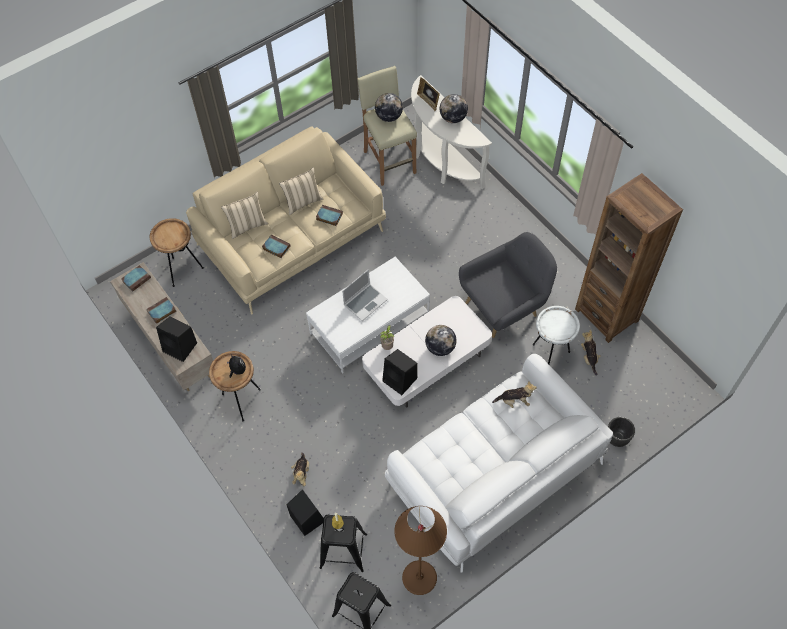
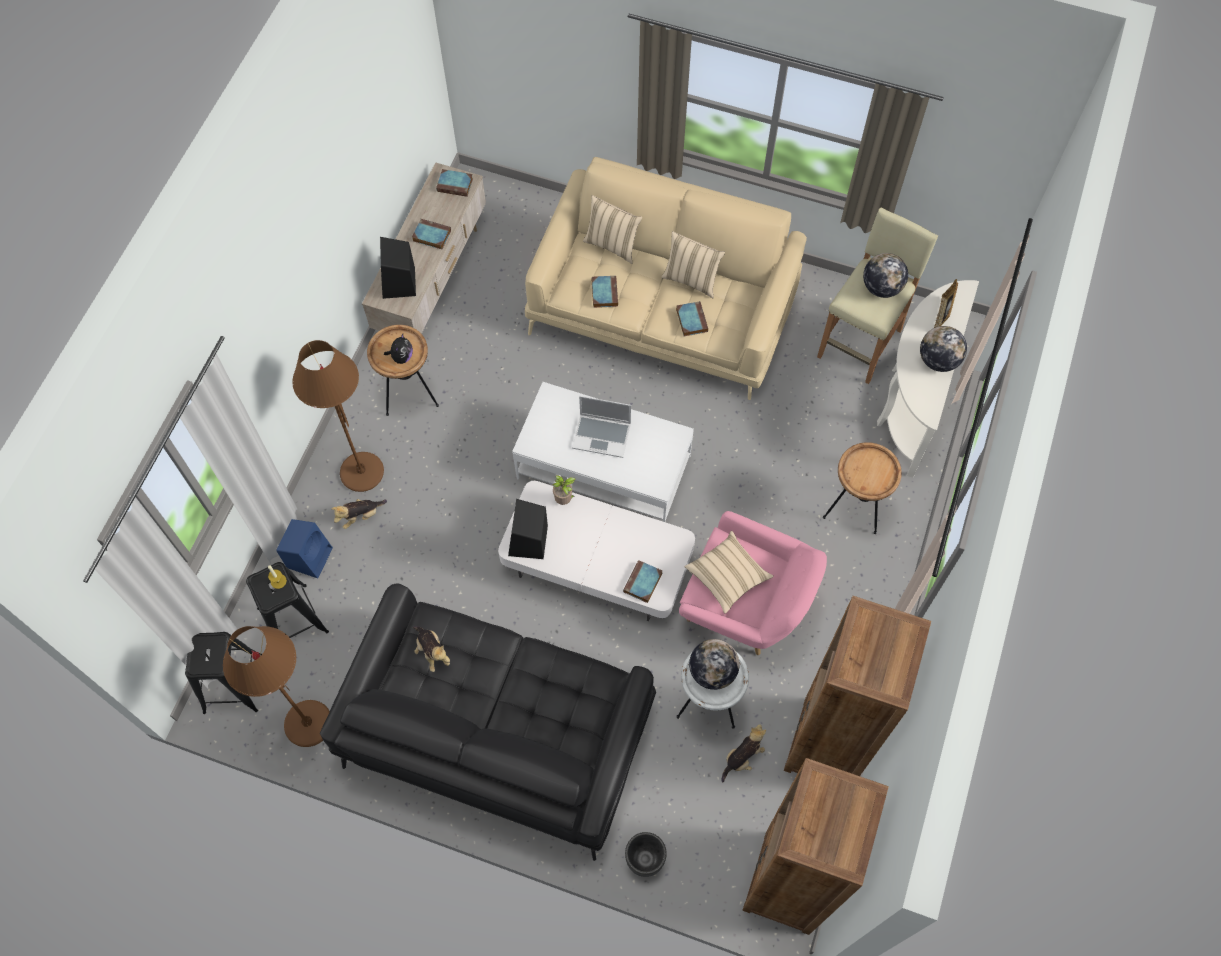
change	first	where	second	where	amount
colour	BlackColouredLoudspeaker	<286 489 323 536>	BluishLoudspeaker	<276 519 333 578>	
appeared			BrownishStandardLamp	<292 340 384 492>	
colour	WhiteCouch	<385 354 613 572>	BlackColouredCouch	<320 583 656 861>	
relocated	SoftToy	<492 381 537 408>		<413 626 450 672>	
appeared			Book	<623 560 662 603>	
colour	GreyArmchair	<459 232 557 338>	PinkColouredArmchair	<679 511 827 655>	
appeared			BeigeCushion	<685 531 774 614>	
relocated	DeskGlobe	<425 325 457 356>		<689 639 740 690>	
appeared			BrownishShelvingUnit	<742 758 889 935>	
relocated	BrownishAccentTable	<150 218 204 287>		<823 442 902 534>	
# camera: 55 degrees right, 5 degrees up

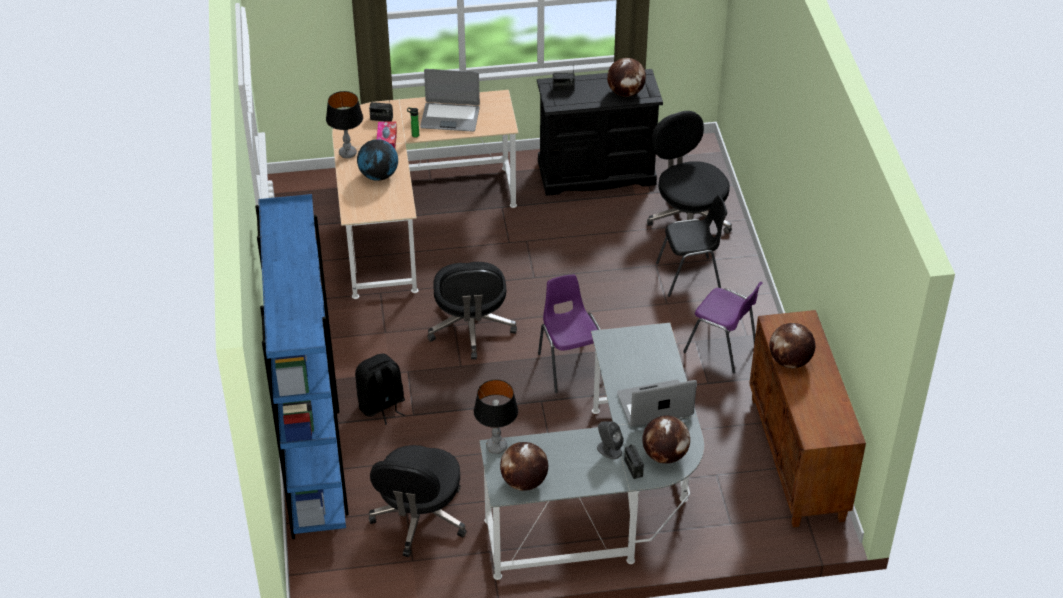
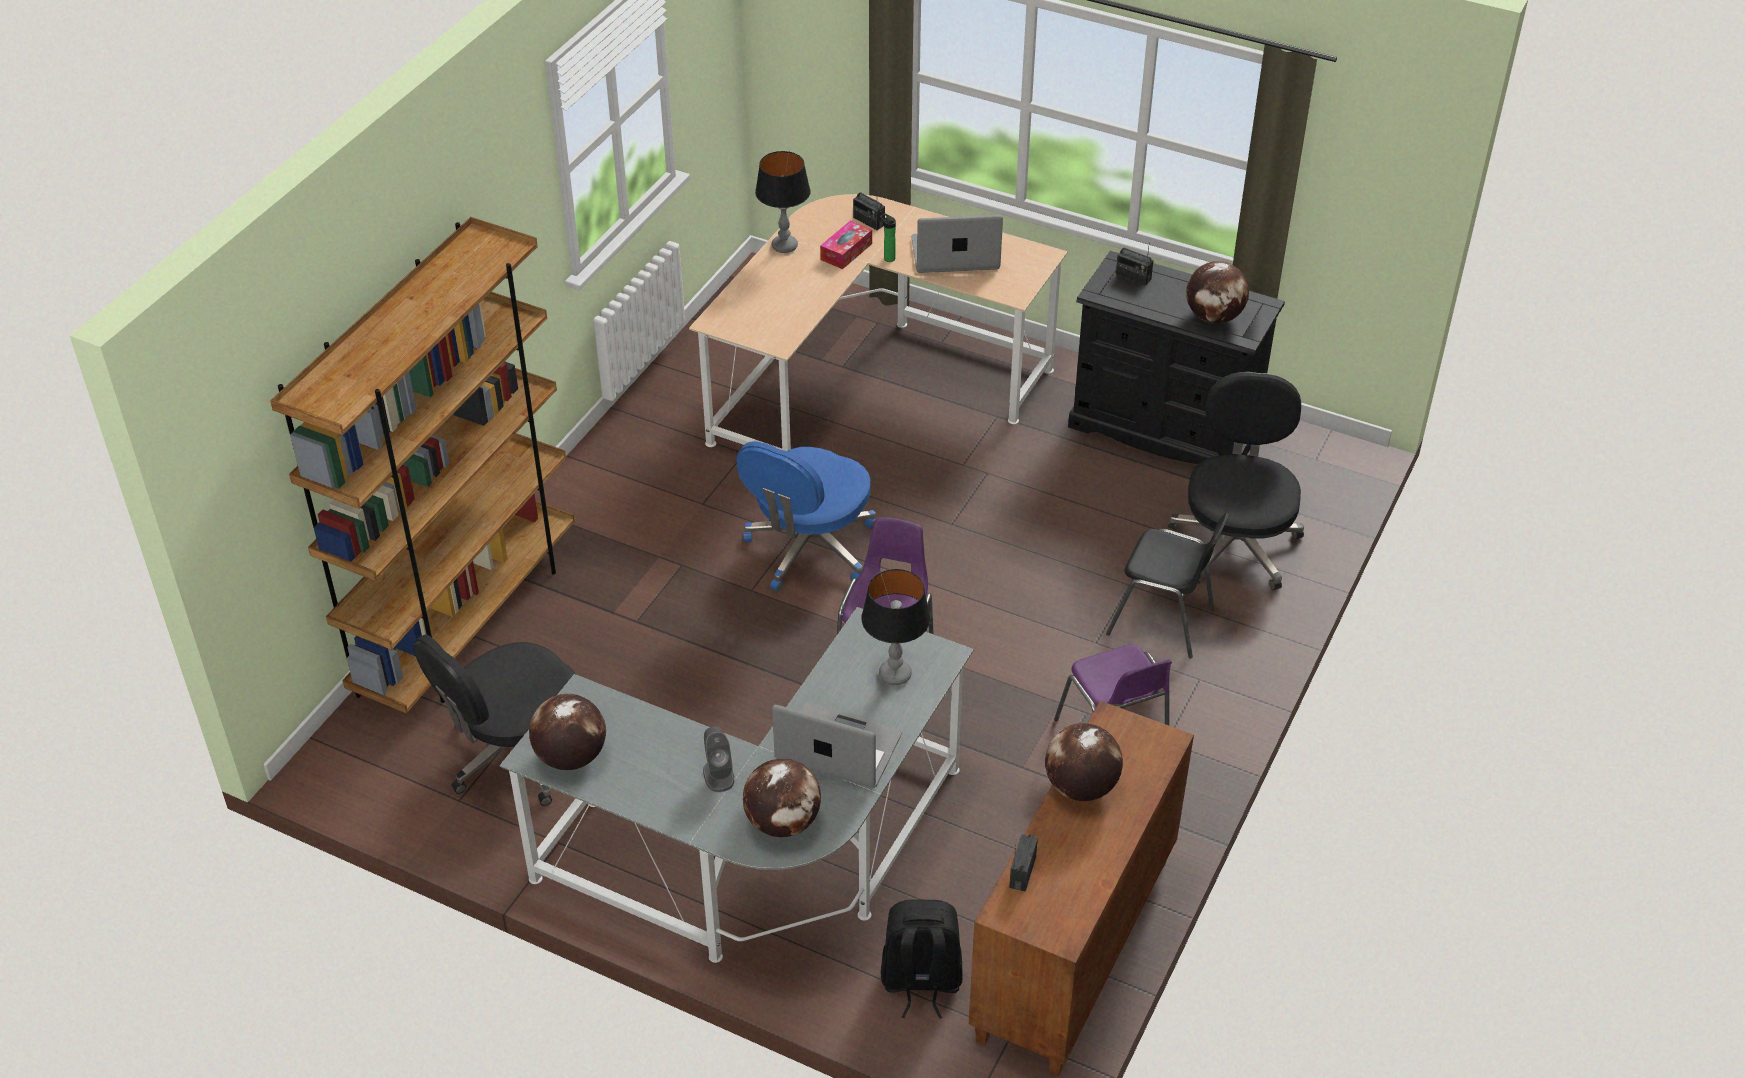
change	first	where	second	where	amount
colour	BluishShelvingUnit	<255 194 349 539>	BrownishShelvingUnit	<270 217 575 714>	
colour	BlackColouredOfficeChair	<427 262 517 359>	BluishOfficeChair	<737 441 876 592>	
relocated	TabletopLamp	<474 379 518 454>		<861 569 930 685>	
relocated	BlackColouredKnapsack	<355 354 405 425>		<881 900 963 1019>	
spun	PortableComputer	<420 69 480 132>		<912 215 1003 273>	135 degrees clockwise
relocated	Radio	<624 444 644 479>		<1009 834 1038 892>	
missing	DeskGlobe	<357 139 398 181>			
# camera: 35 degrees right, 0 degrees up

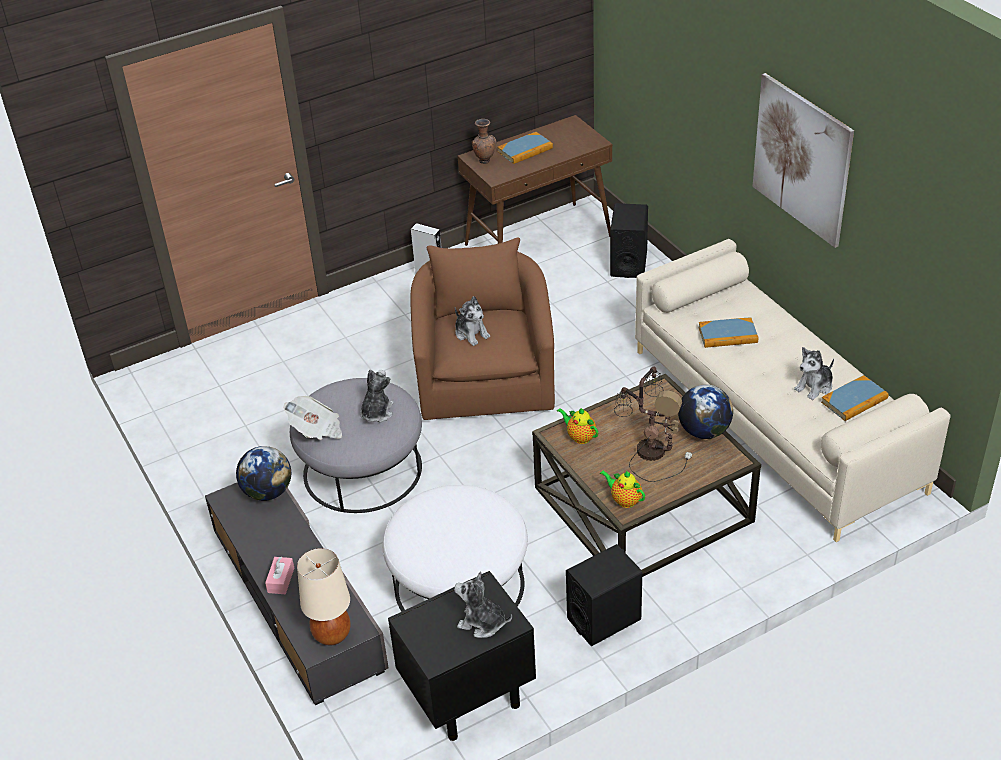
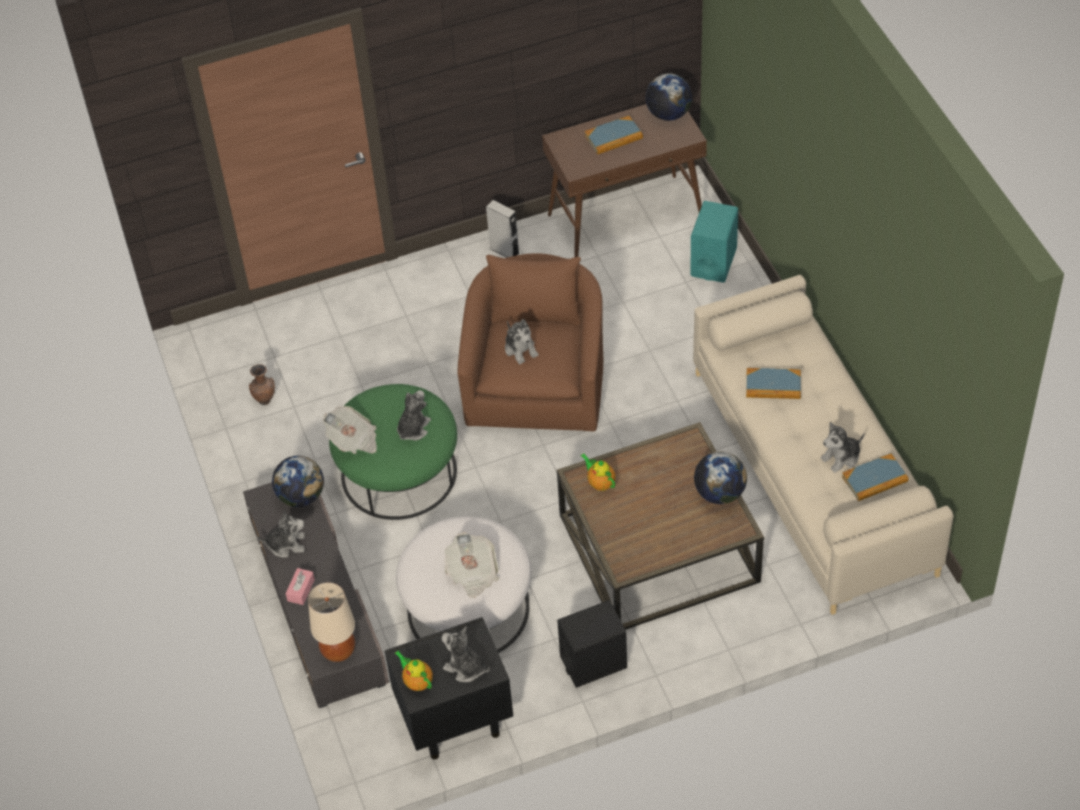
change	first	where	second	where	amount
relocated	BrownishDecorativeVase	<472 119 496 164>		<249 364 275 405>	
appeared			SoftToy	<257 511 305 558>	
colour	GreyFootrest	<290 378 422 513>	GreenFootrest	<329 384 457 520>	
relocated	PotForTea	<600 470 645 508>		<395 651 433 691>	
appeared			PrintedPaper	<444 532 499 598>	
appeared			DeskGlobe	<645 73 692 121>	
colour	BlackColouredLoudspeaker	<610 203 648 278>	TurquoiseLoudspeaker	<690 201 738 283>	
missing	TabletopLamp	<614 367 692 482>			
missing	WallArt	<752 73 854 248>			
# camera: 10 degrees right, 10 degrees up

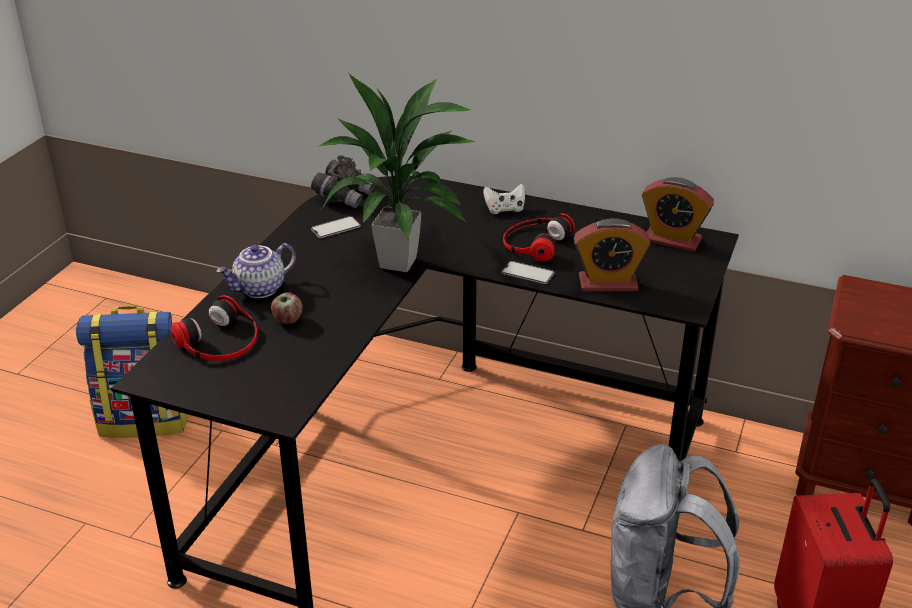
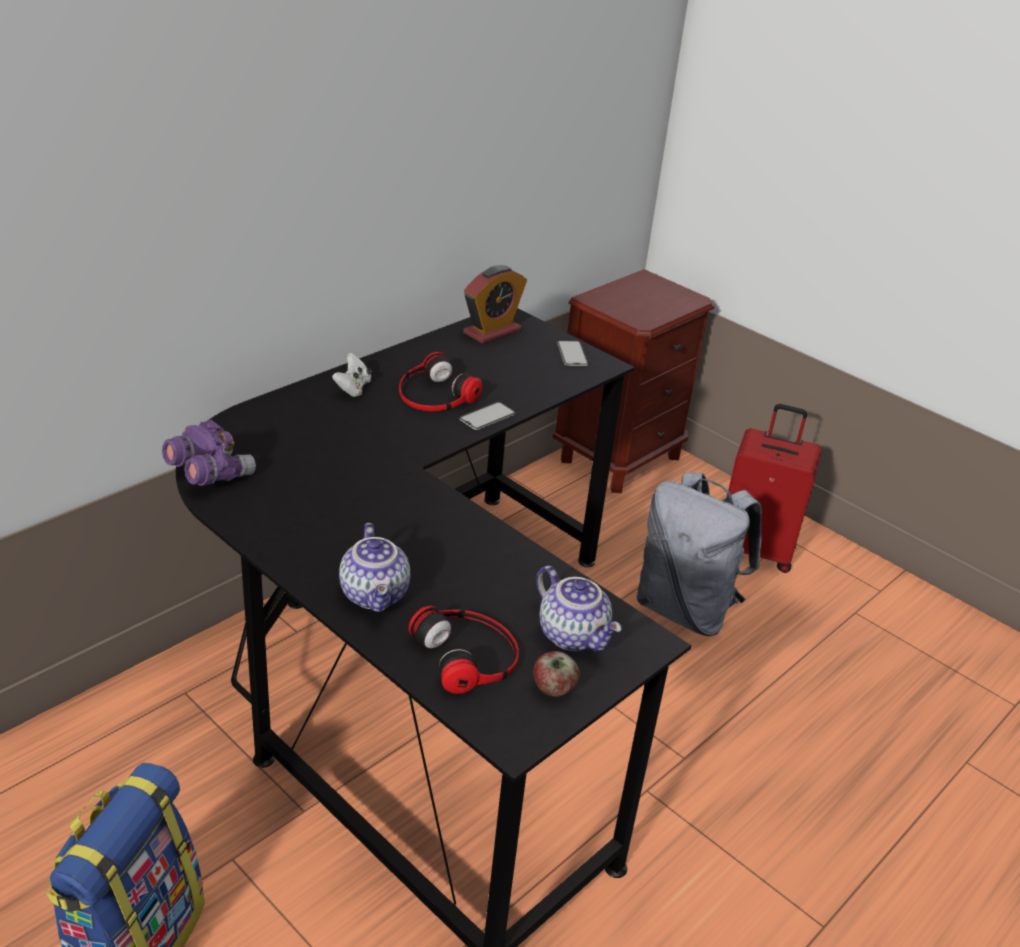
change	first	where	second	where	amount
colour	GreyPairOfBinoculars	<311 156 375 208>	PurplishPairOfBinoculars	<162 420 256 486>	
relocated	WholeApple	<271 292 303 324>		<533 651 580 697>	
appeared			PotForTea	<536 566 621 651>	
relocated	Handset	<311 216 361 238>		<557 341 589 366>	
missing	PlantInAPot	<316 72 475 272>			
missing	TableClock	<574 218 650 292>			
# camera: 70 degrees left, 0 degrees up

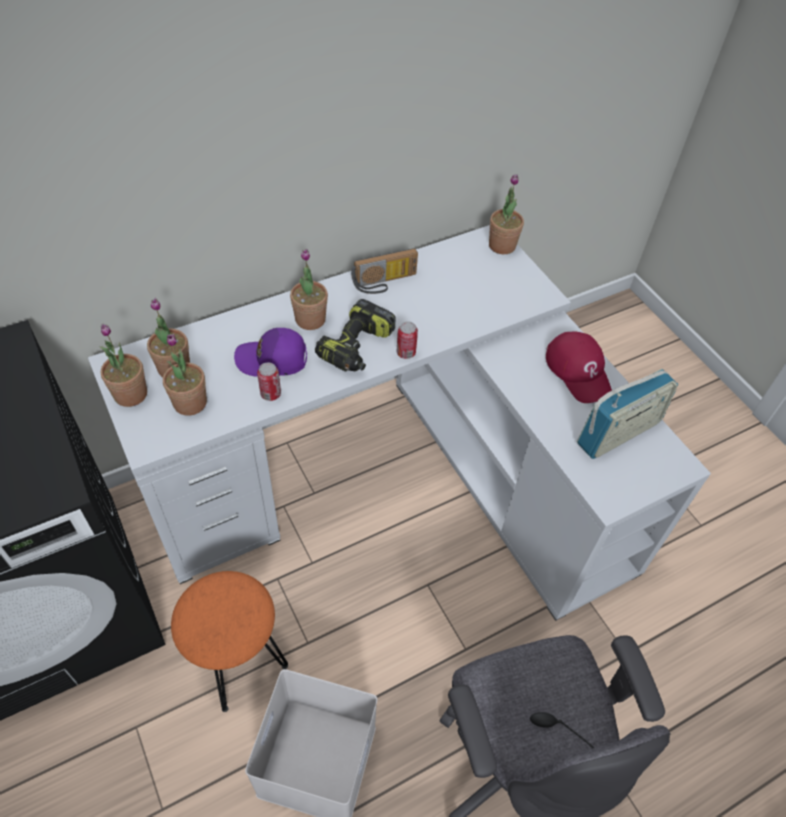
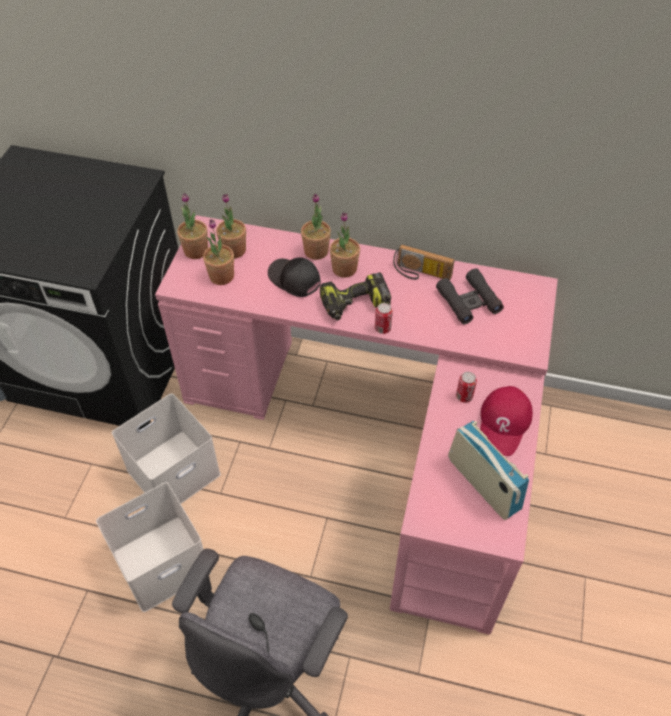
change	first	where	second	where	amount
exchanged	OrangeColouredStoolSeat	<171 571 288 712>	WhiteStorageBox	<112 393 221 504>	
colour	WhiteDeskTable	<88 225 711 621>	PinkColouredDeskTable	<155 215 558 635>	
colour	PurplishBaseballCap	<234 328 307 377>	BlackColouredBaseballCap	<268 258 321 297>	
relocated	PlantInAPot	<489 174 524 254>		<301 194 331 260>	
appeared			BlackColouredPairOfBinoculars	<436 269 504 324>	
spun	Radio	<577 369 678 459>		<448 421 529 520>	135 degrees counterclockwise
relocated	MetalCan	<257 362 281 401>		<456 372 477 403>	
# camera: 45 degrees right, 0 degrees up

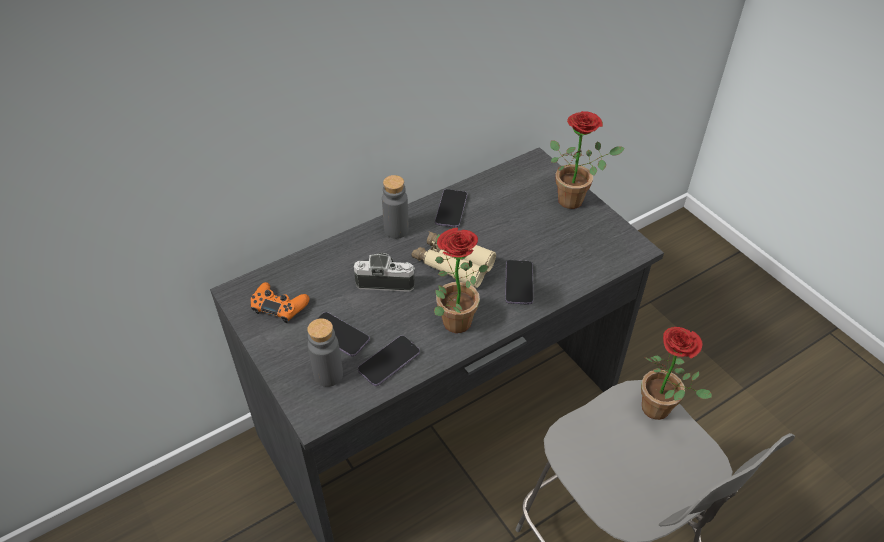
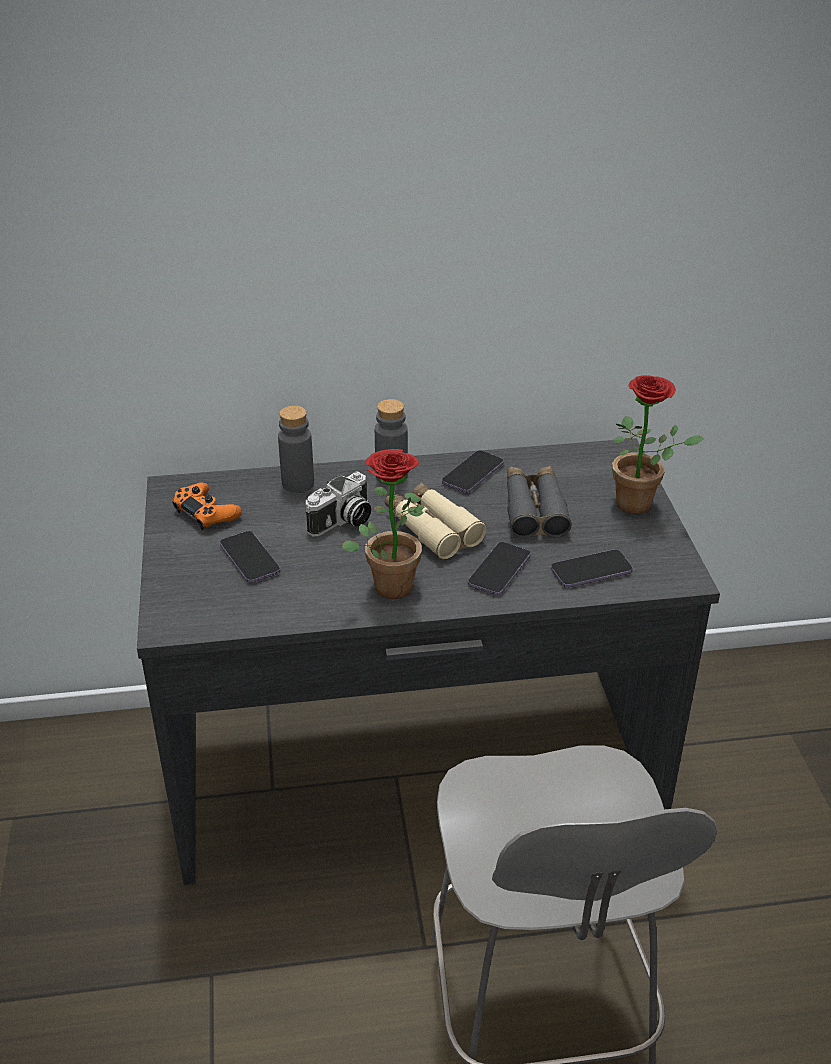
change	first	where	second	where	amount
relocated	GreyBottle	<307 318 343 387>		<278 406 314 493>	
spun	PhotoCamera	<354 253 415 292>		<306 472 371 536>	105 degrees clockwise
appeared			GreyPairOfBinoculars	<507 466 572 538>	
relocated	Handset	<358 336 420 386>		<551 549 633 588>	
missing	PlantInAPot	<641 327 712 420>			
# camera: 25 degrees right, 10 degrees down

